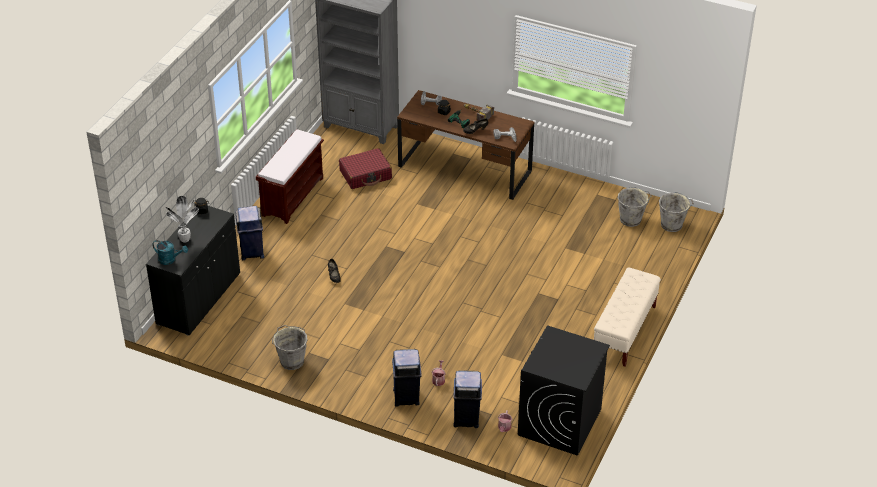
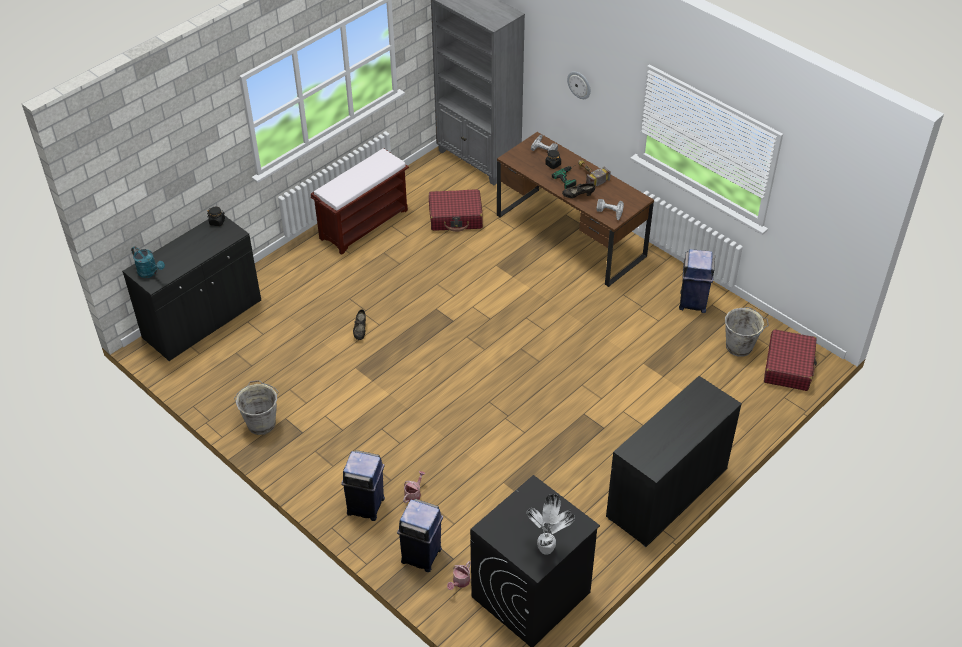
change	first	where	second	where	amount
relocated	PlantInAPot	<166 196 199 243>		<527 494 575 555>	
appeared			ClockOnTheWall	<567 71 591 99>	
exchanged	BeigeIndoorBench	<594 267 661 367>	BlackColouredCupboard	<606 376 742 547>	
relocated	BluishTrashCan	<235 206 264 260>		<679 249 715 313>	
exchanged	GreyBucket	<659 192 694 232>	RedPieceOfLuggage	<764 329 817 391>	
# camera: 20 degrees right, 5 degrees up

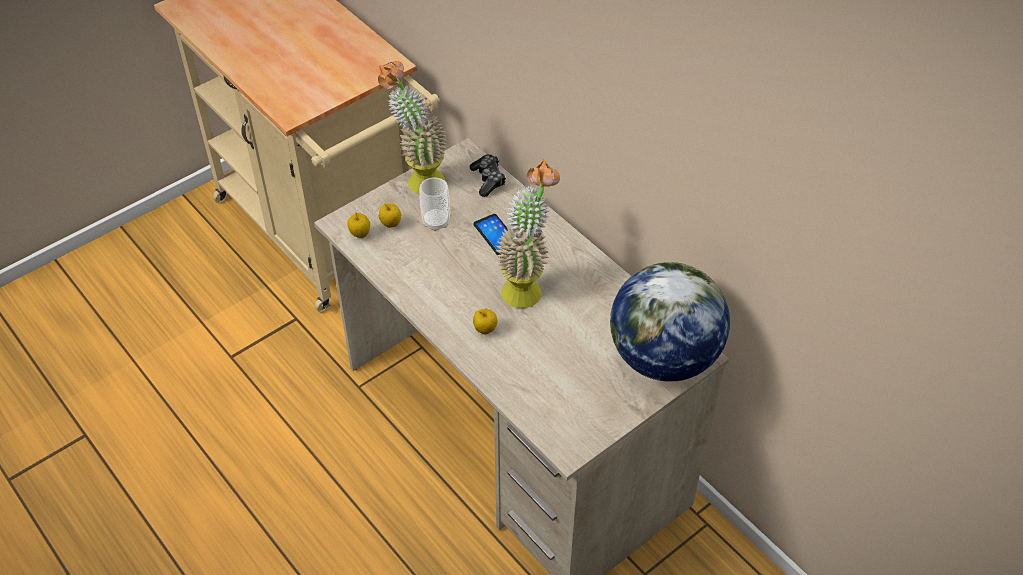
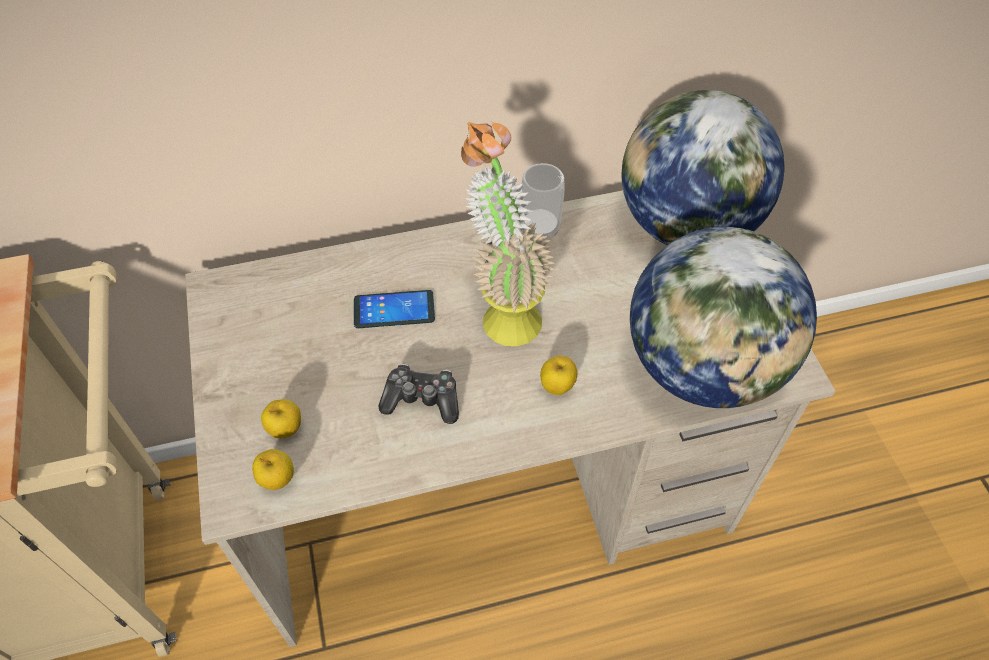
change	first	where	second	where	amount
relocated	Joypad	<470 154 506 197>		<378 364 459 424>	
relocated	DrinkingCup	<419 178 450 231>		<521 163 565 239>	
appeared			DeskGlobe	<630 227 817 408>	
missing	PlantInAPot	<378 61 447 194>			
# camera: 65 degrees left, 5 degrees up

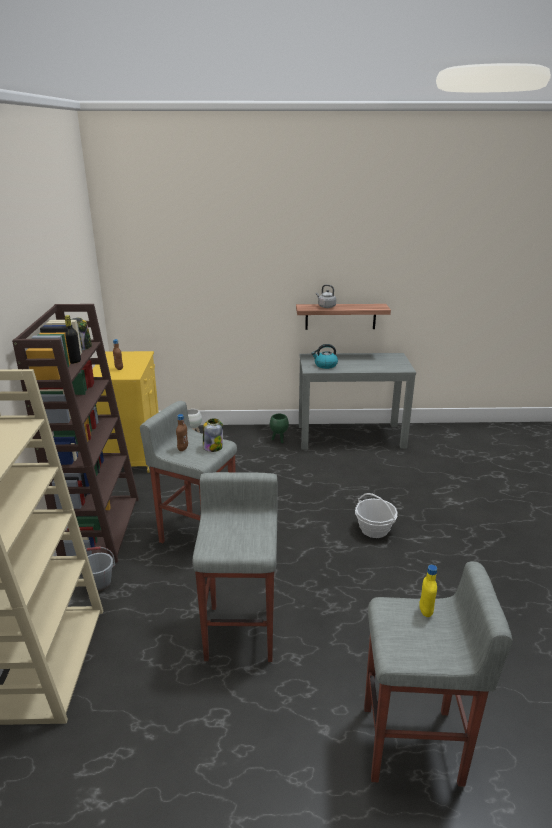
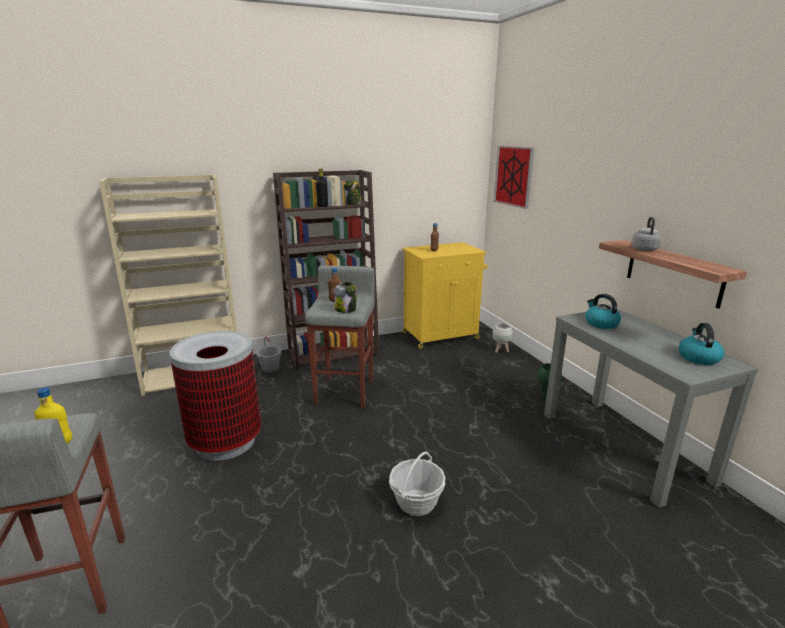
change	first	where	second	where	amount
exchanged	GreyStoolSeat	<193 472 277 662>	TrashCan	<169 331 261 461>	
appeared			WallArt	<494 146 534 209>	
appeared			Kettle	<679 323 724 365>	
# camera: 70 degrees right, 5 degrees down

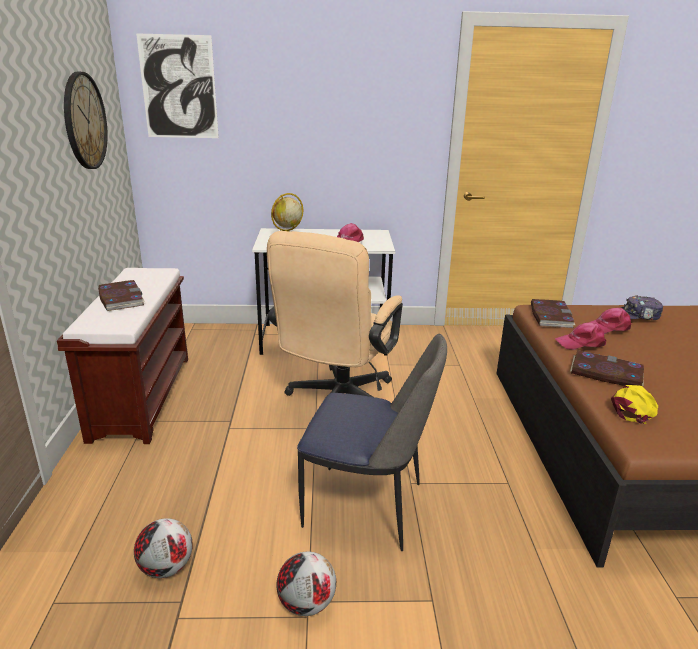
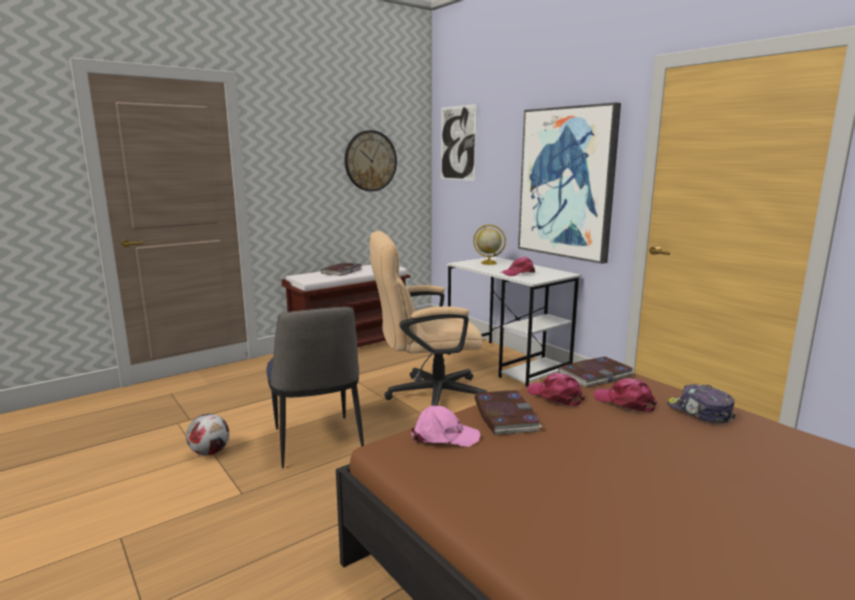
change	first	where	second	where	amount
colour	YellowBaseballCap	<611 385 658 424>	PinkColouredBaseballCap	<411 406 480 447>	
appeared			WallArt	<518 102 621 264>	
missing	Football	<134 518 193 578>			
# camera: 55 degrees right, 10 degrees down

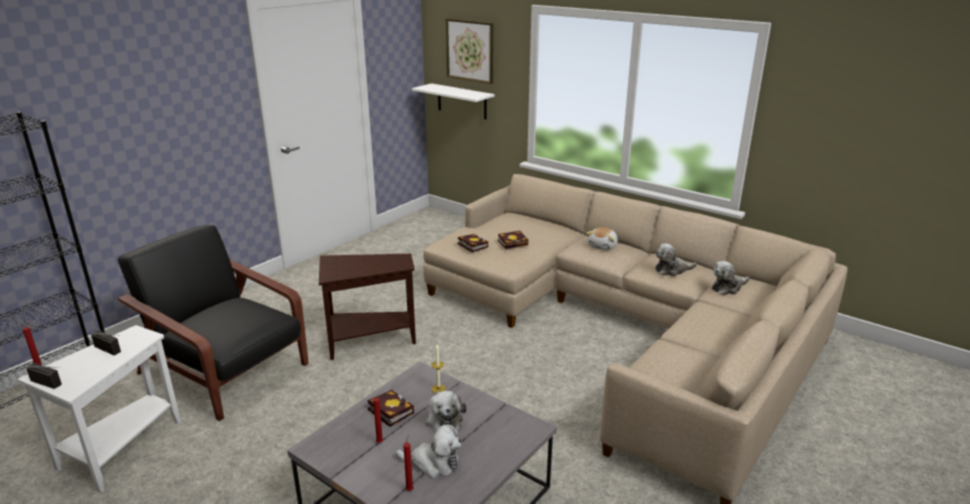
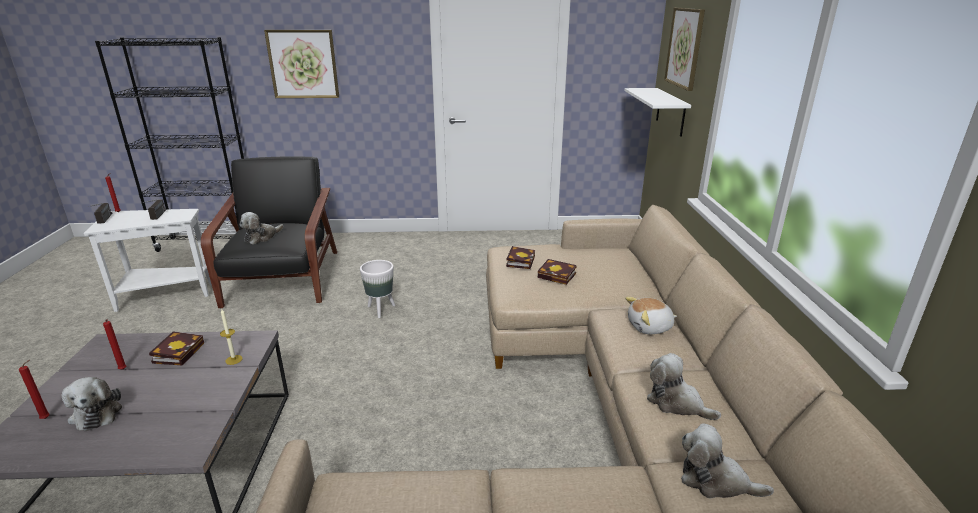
change	first	where	second	where	amount
relocated	SoftToy	<425 391 466 432>		<240 212 284 244>	
appeared			WallArt	<264 30 339 98>	
exchanged	BrownishAccentTable	<319 254 416 360>	WhitePlantPot	<360 260 395 318>	
# camera: 50 degrees right, 0 degrees up

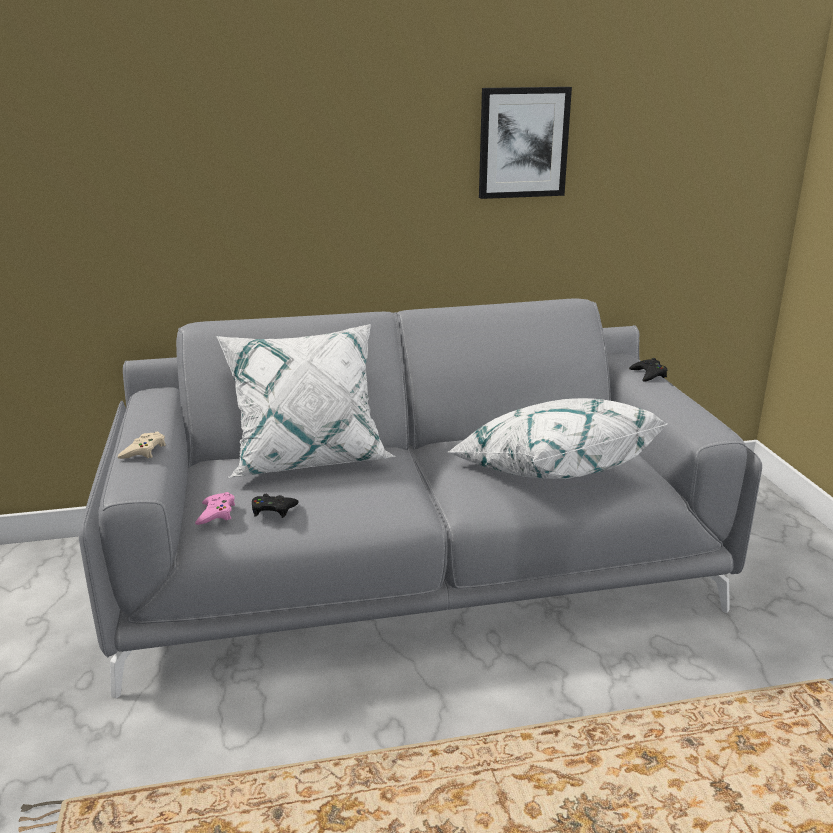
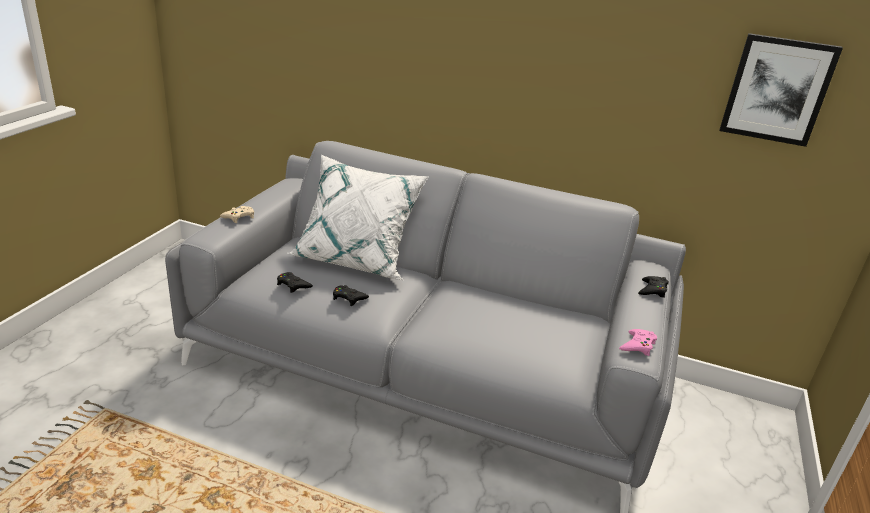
change	first	where	second	where	amount
appeared			BlackColouredJoypad	<333 285 369 306>	
relocated	PinkColouredJoypad	<195 492 235 525>		<619 329 657 356>	
relocated	WallArt	<479 87 572 199>		<720 33 843 147>	
missing	WhiteCushion	<447 398 667 479>			
# camera: 30 degrees right, 5 degrees up

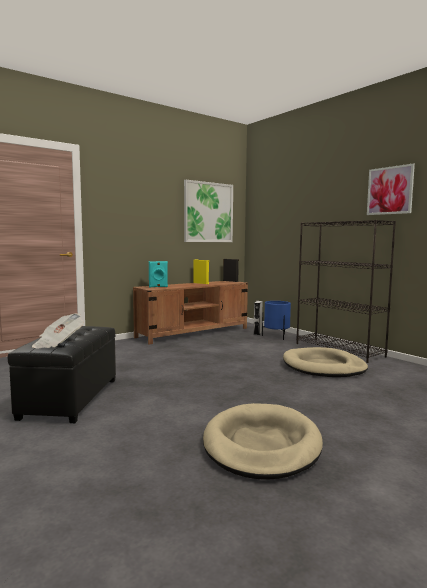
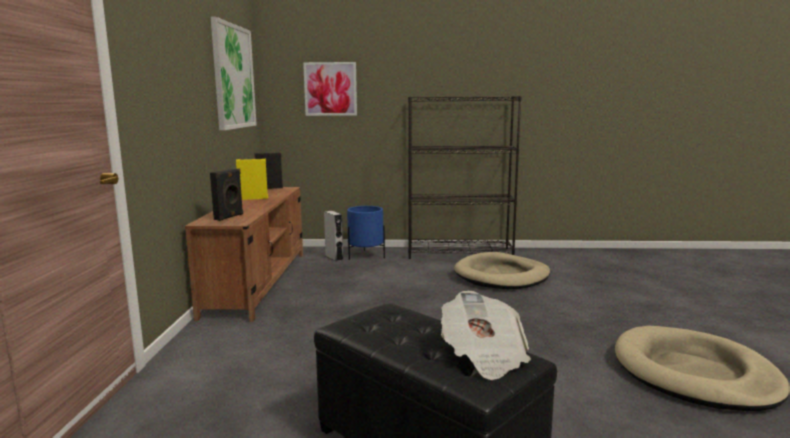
change	first	where	second	where	amount
colour	TurquoiseLoudspeaker	<149 261 168 288>	BlackColouredLoudspeaker	<210 168 243 221>	
relocated	WallArt	<367 163 415 215>		<303 62 357 116>	
# camera: 50 degrees left, 5 degrees up

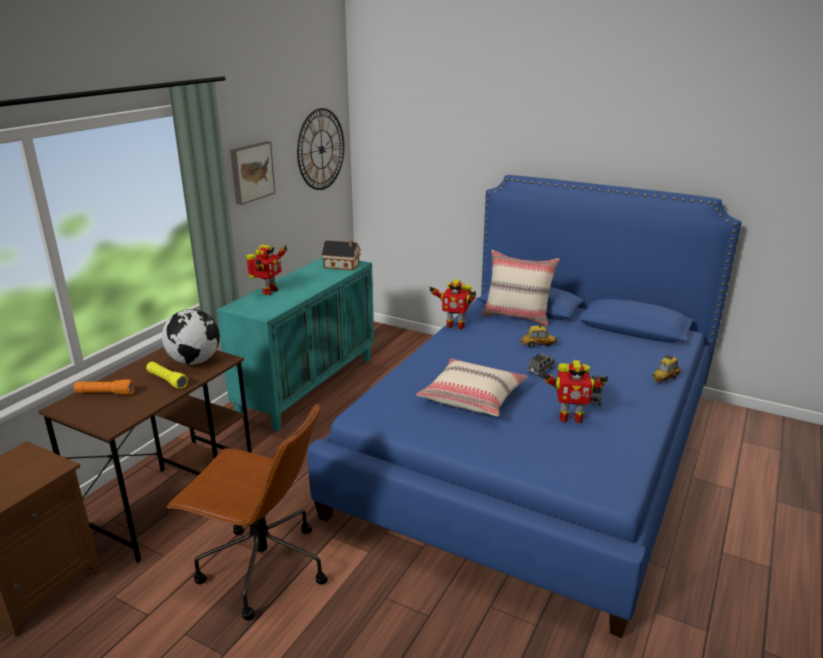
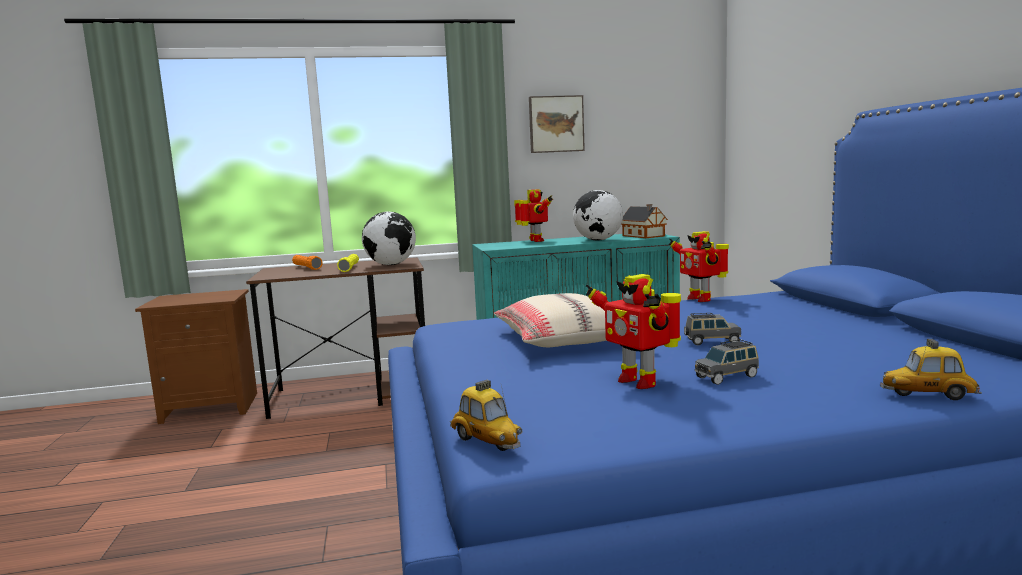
change	first	where	second	where	amount
relocated	ToyCar	<520 323 557 348>		<450 380 522 451>	
spun	ModelRobot	<246 244 287 295>		<514 189 553 242>	90 degrees counterclockwise
appeared			DeskGlobe	<573 190 623 241>	
missing	BrownishOfficeChair	<166 403 328 620>			
missing	ClockOnTheWall	<297 108 344 190>			
missing	BeigeCushion	<482 250 560 326>			
# camera: 50 degrees right, 15 degrees down

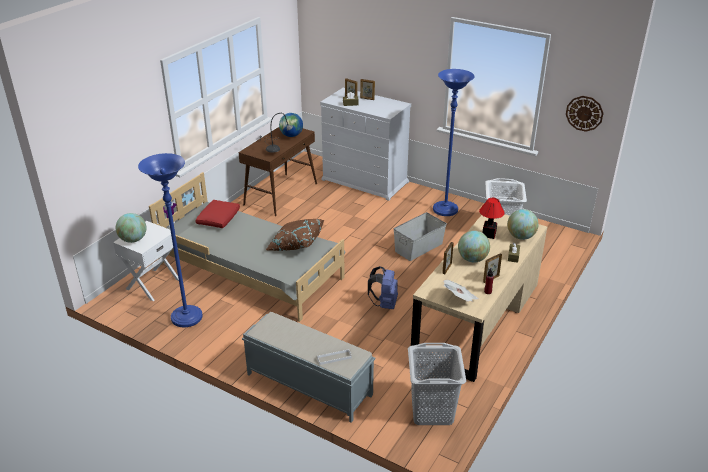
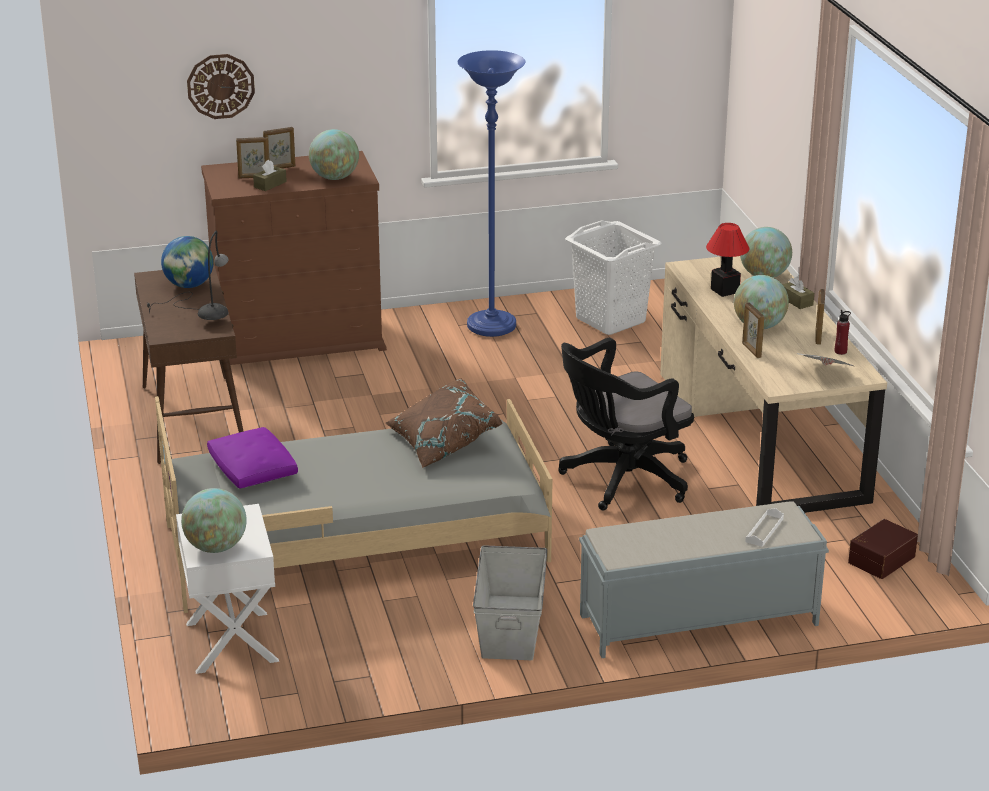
change	first	where	second	where	amount
relocated	ClockOnTheWall	<566 96 604 132>		<187 54 255 119>	
colour	WhiteChestOfDrawers	<320 88 411 201>	BrownishChestOfDrawers	<201 151 387 365>	
colour	RedCushion	<196 200 240 228>	PurplishCushion	<207 427 298 489>	
appeared			DeskGlobe	<309 129 359 180>	
relocated	GreyStorageBox	<394 212 447 261>		<473 545 547 660>	
exchanged	BluishKnapsack	<368 266 398 309>	BlackColouredOfficeChair	<558 338 694 511>	
exchanged	GreyWashingBasket	<408 343 466 425>	BrownishStorageBox	<848 519 918 579>	
missing	BluishStandardLamp	<138 153 203 327>			
# camera: 45 degrees left, 5 degrees down

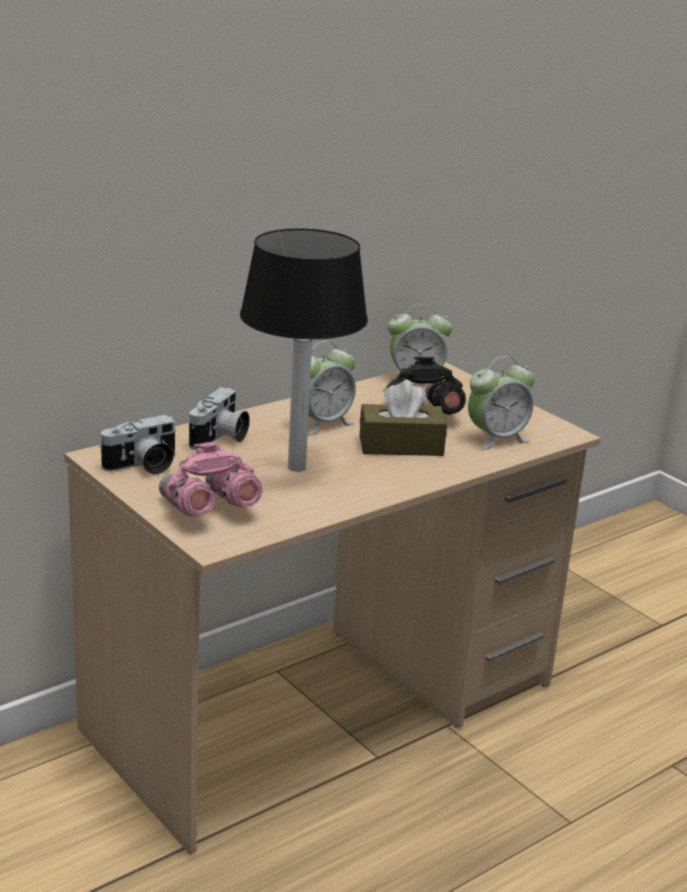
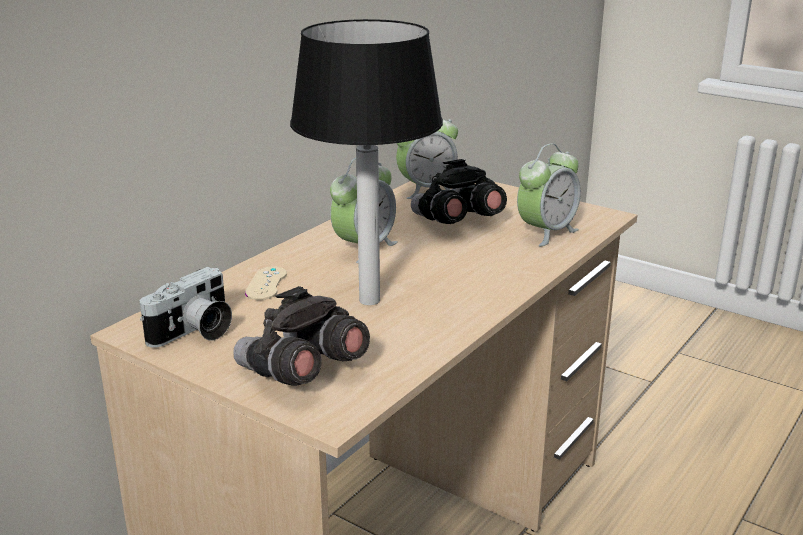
change	first	where	second	where	amount
colour	PinkColouredPairOfBinoculars	<159 441 262 517>	GreyPairOfBinoculars	<233 286 370 386>	
exchanged	PhotoCamera	<189 387 250 450>	BeigeJoypad	<245 266 287 300>	
missing	BrownishTissueHolder	<359 380 447 456>			
# camera: 15 degrees left, 0 degrees up

